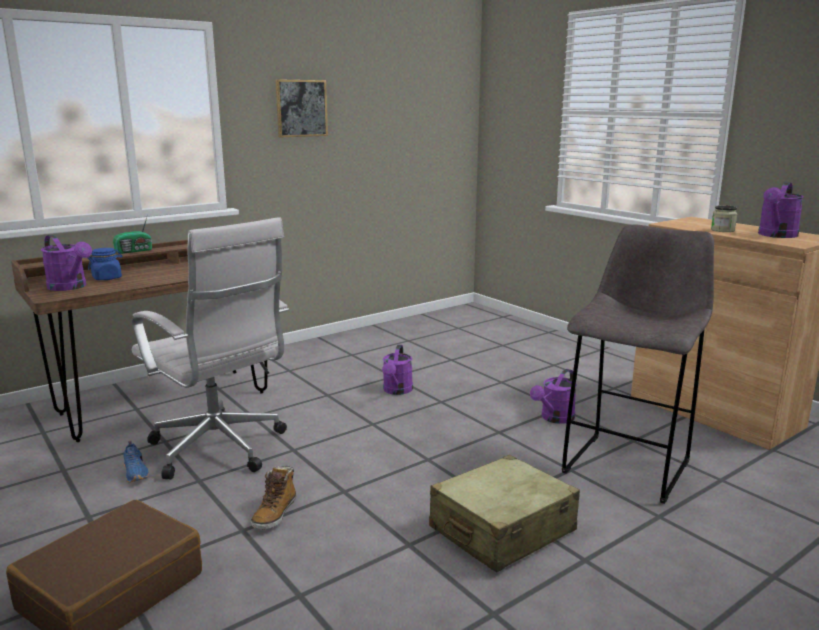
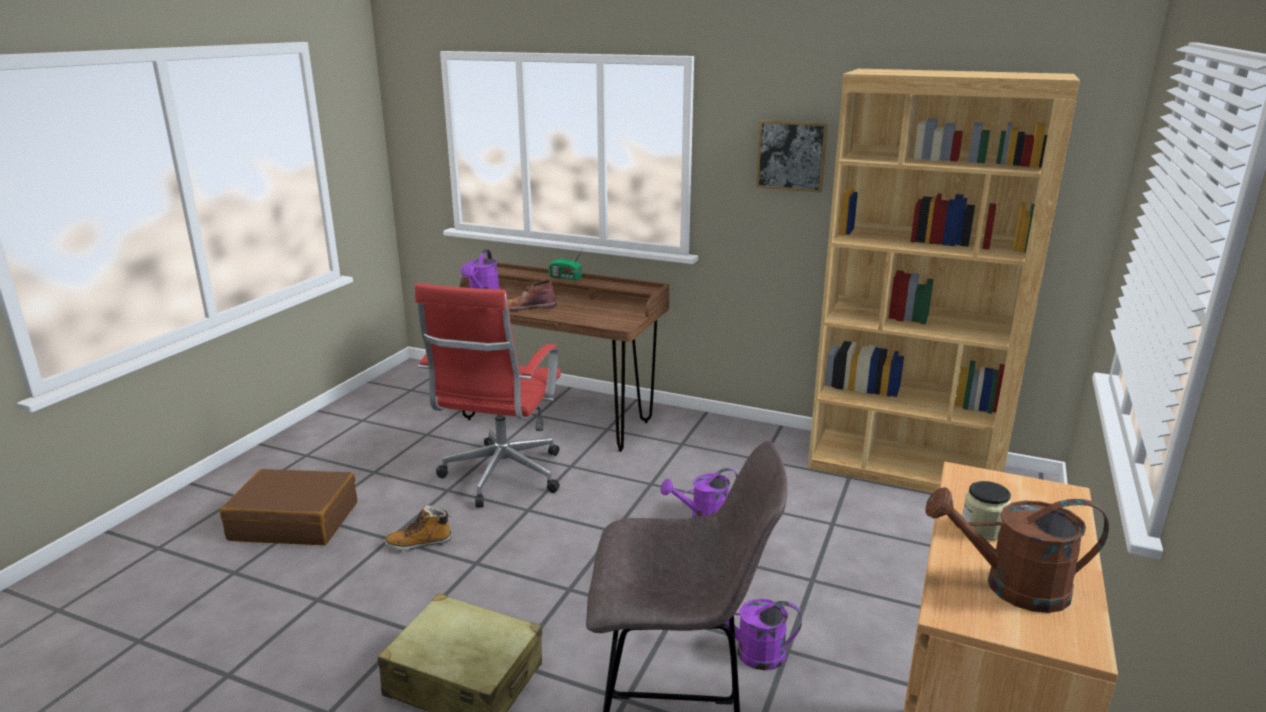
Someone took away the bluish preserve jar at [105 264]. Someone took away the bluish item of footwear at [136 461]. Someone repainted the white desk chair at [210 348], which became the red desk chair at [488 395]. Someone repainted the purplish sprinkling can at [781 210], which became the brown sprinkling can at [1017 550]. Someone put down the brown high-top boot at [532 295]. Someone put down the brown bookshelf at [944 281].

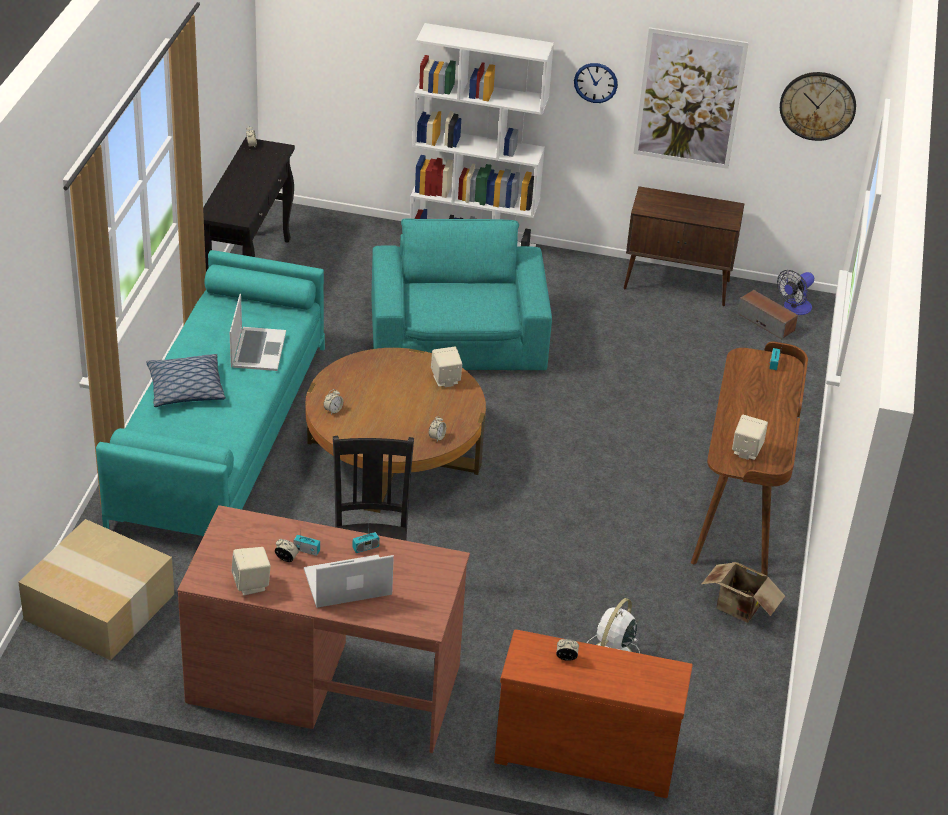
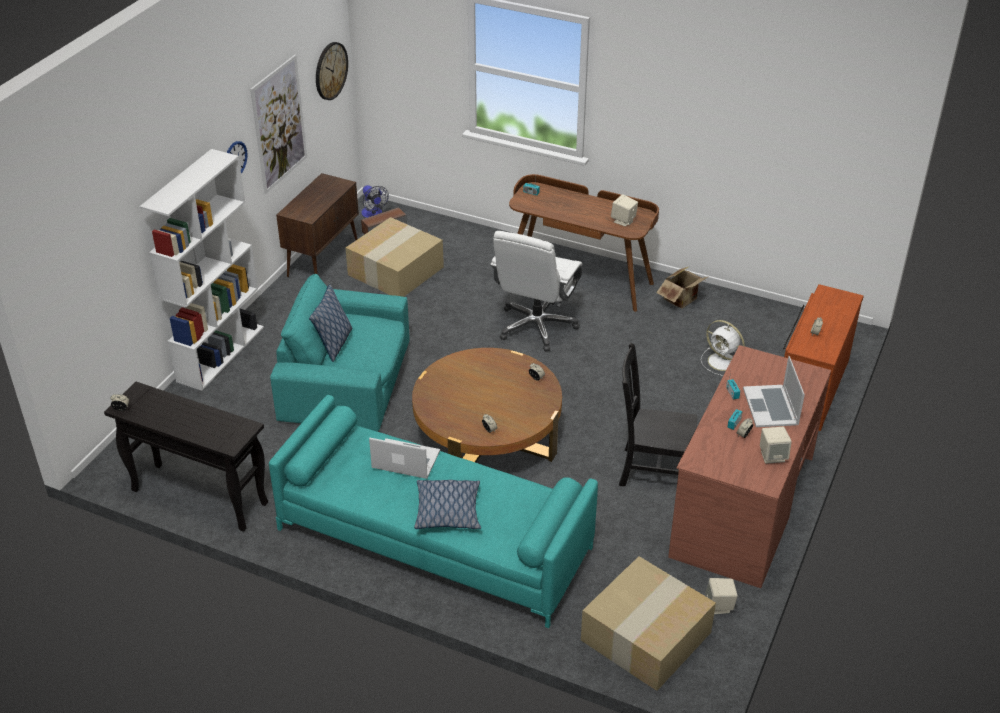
Someone carried the beige audio speaker from [446 367] to [721 596]. Someone put down the throw pillow at [330 323]. Someone put down the cardboard box at [394 257]. Someone put down the white desk chair at [536 291].

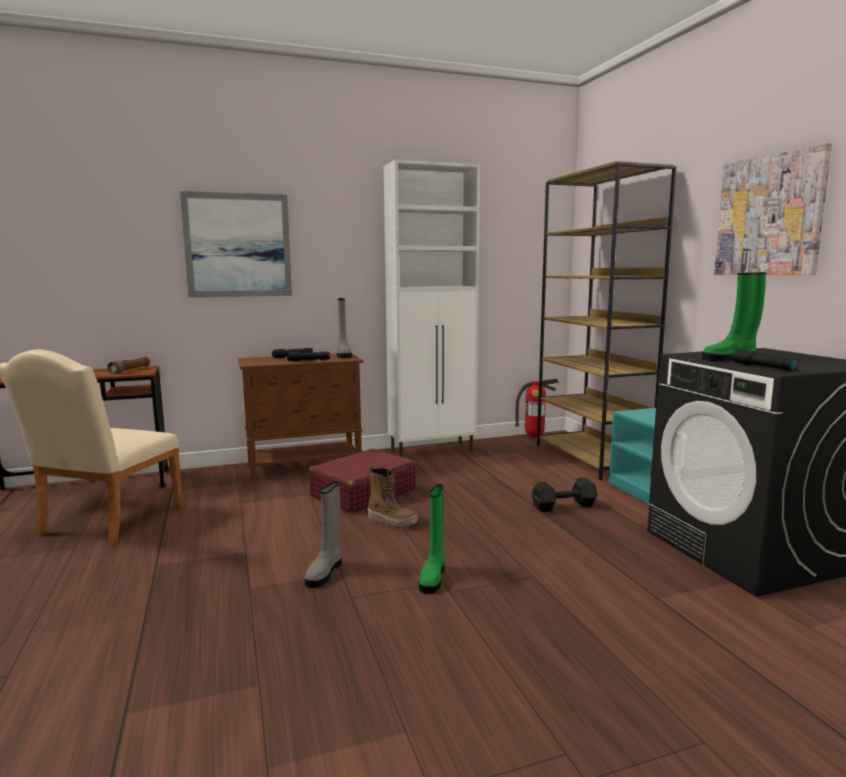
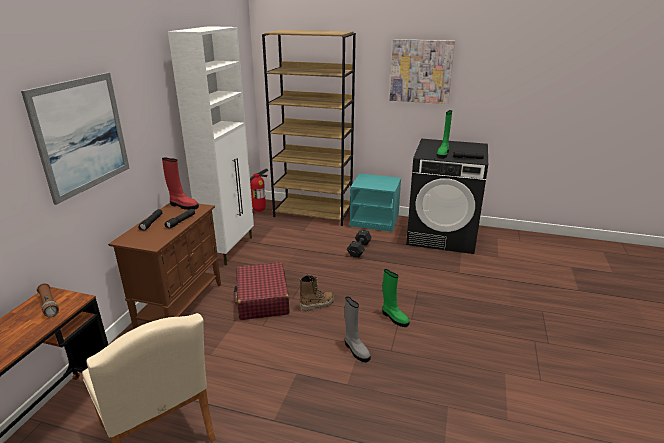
Someone repainted the grey high-top boot at [344 328], which became the red high-top boot at [180 183].

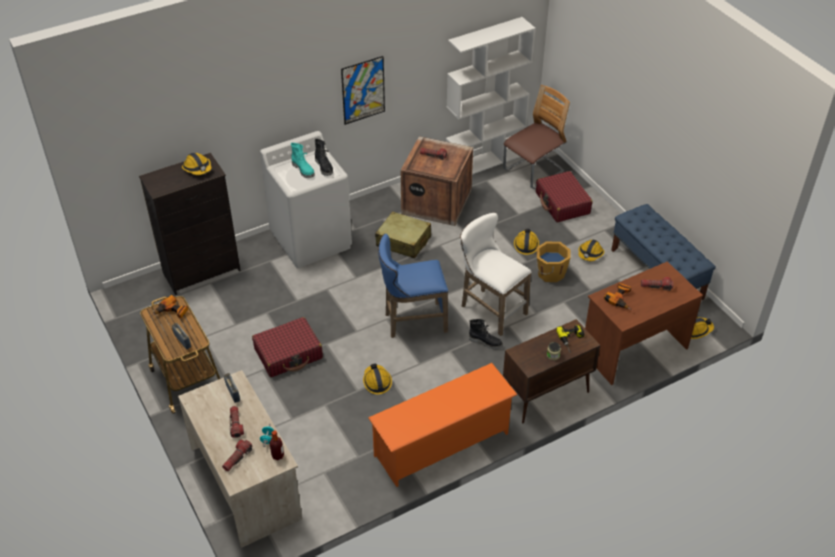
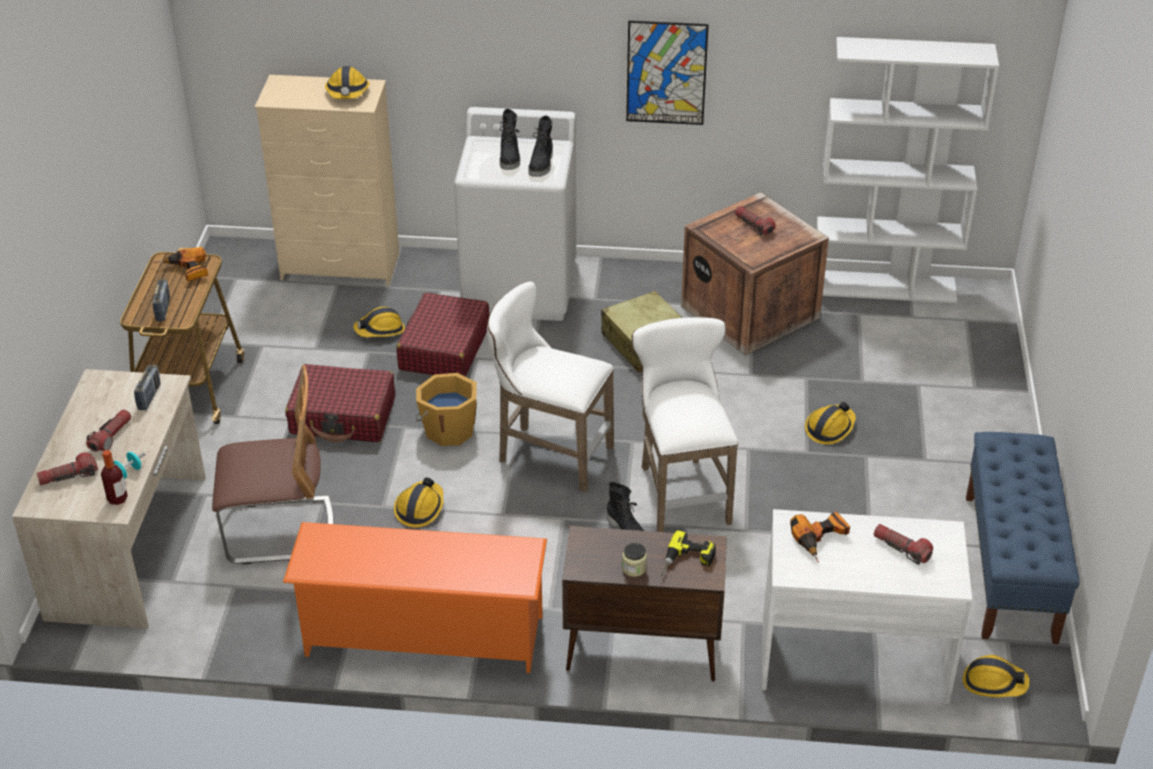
Someone repainted the black-coloured dresser at [190 224], which became the beige dresser at [327 180]. Someone repainted the blue-green high-top boot at [303 160], which became the black-coloured high-top boot at [510 139]. Someone repainted the bluish sitting stool at [413 286], which became the white sitting stool at [550 386]. Someone carried the upright chair from [536 137] to [273 465]. Someone carried the red suitcase from [564 196] to [442 334]. Someone carried the orange-coloured pail from [553 262] to [446 409]. Someone carried the hard hat from [591 250] to [379 322]. Someone repainted the brown desk unit at [644 323], which became the white desk unit at [867 606].

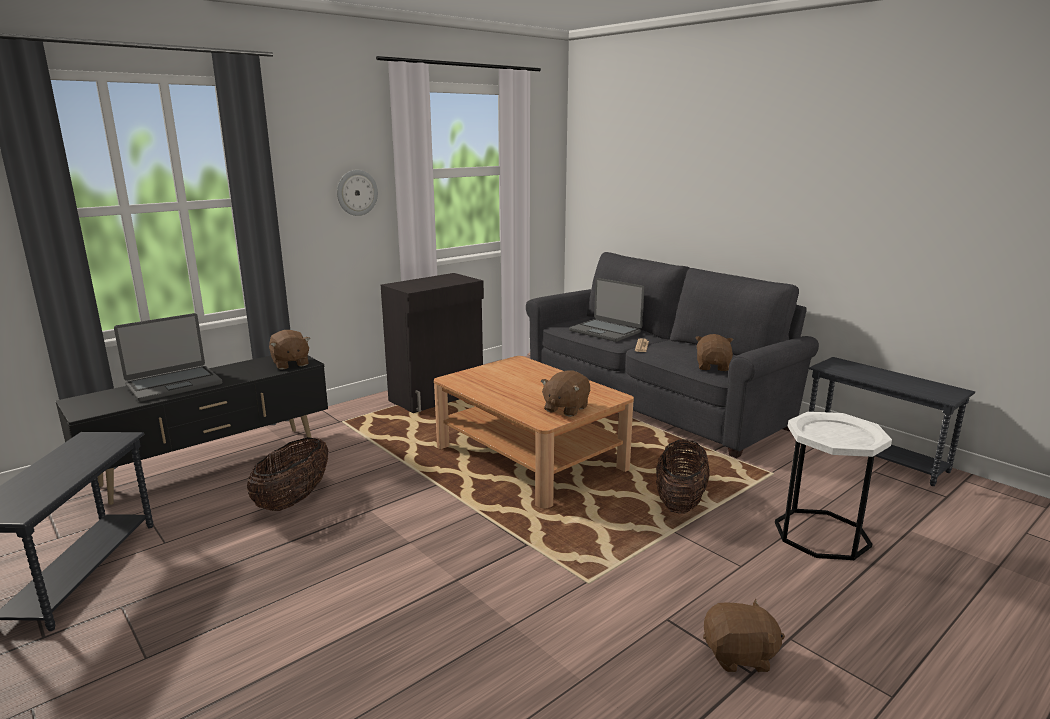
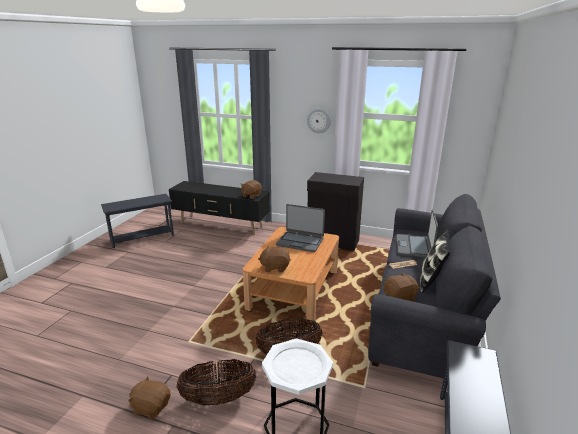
Someone carried the notebook computer from [168 357] to [300 228]. Someone carried the storage basket from [288 474] to [216 382]. Someone rotated the brown cuddly toy at [744 635] by 135 degrees clockwise. Someone put down the throw pillow at [435 261].

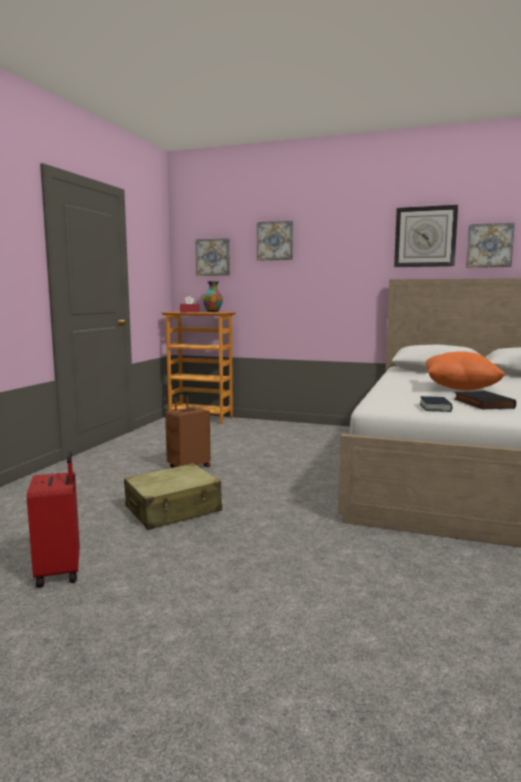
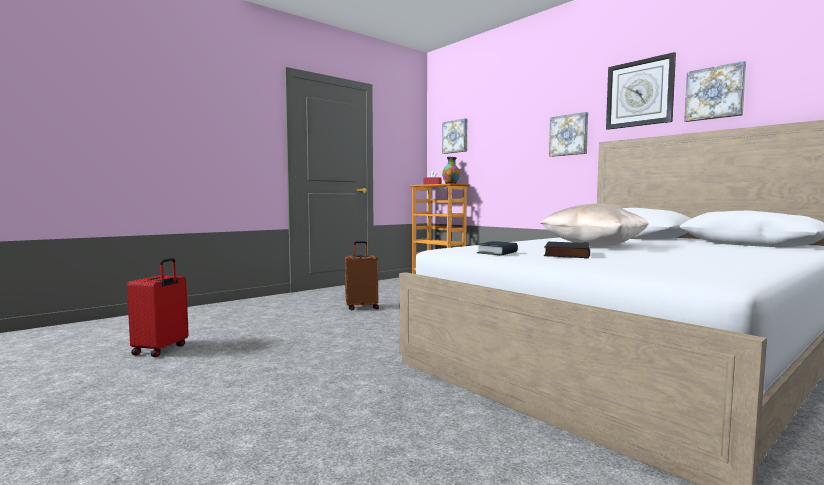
Someone took away the beige suitcase at [173 496]. Someone carried the picture from [275 240] to [568 134]. Someone repainted the orange-coloured throw pillow at [465 370], which became the beige throw pillow at [594 225].

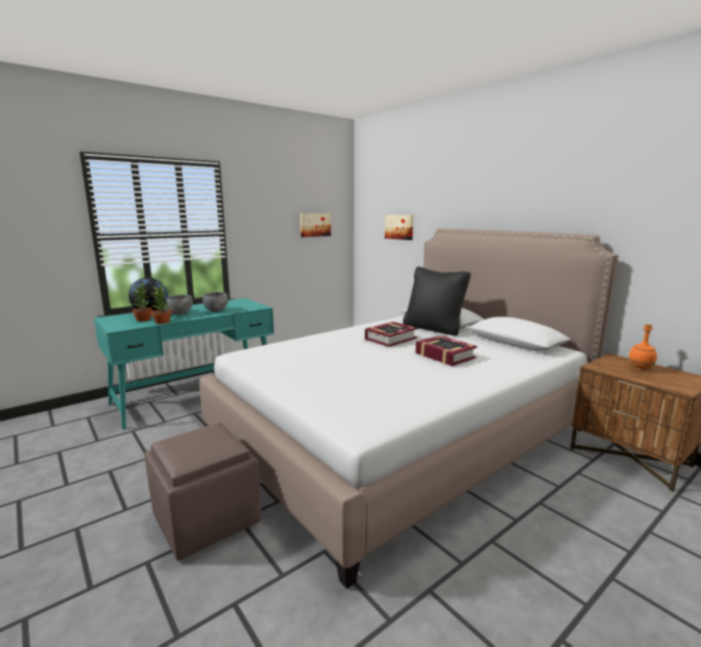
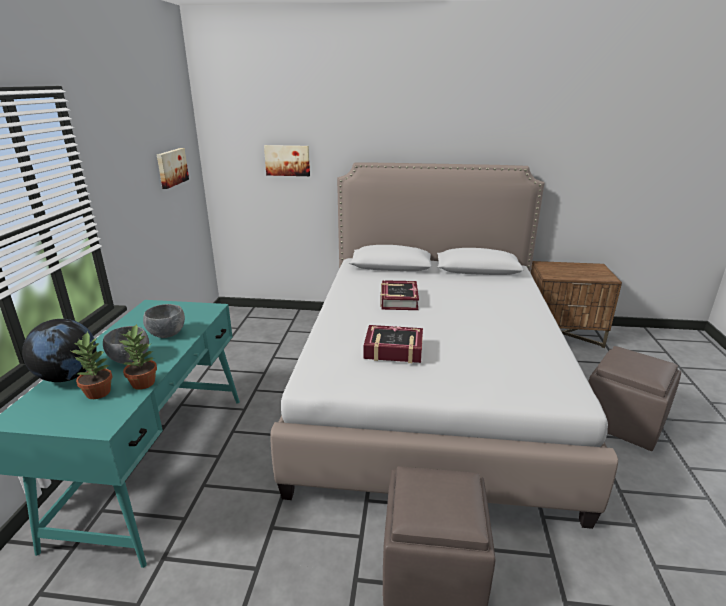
Someone took away the black-coloured throw pillow at [437 301]. Someone carried the volume from [446 350] to [393 344]. Someone took away the orange-coloured drink bottle at [642 347]. Someone put down the brown pouffe at [634 398].

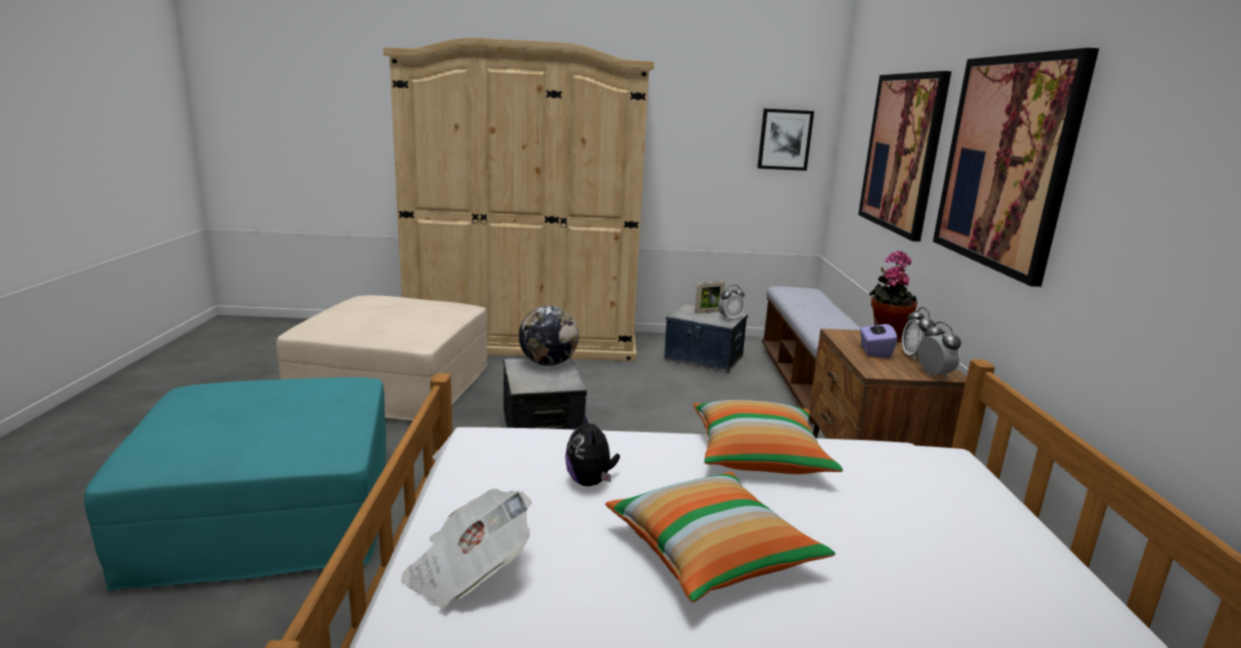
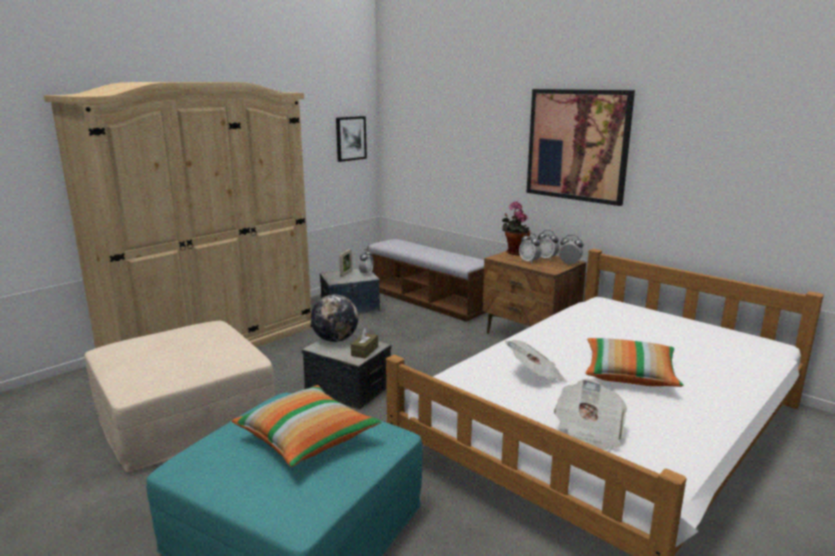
Someone swapped the cuddly toy at [592 449] for the printed paper at [536 361]. Someone carried the throw pillow from [768 437] to [307 426]. Someone took away the picture at [905 156]. Someone swapped the purplish tissue holder at [878 338] for the table clock at [530 248]. Someone put down the brown tissue holder at [364 343].

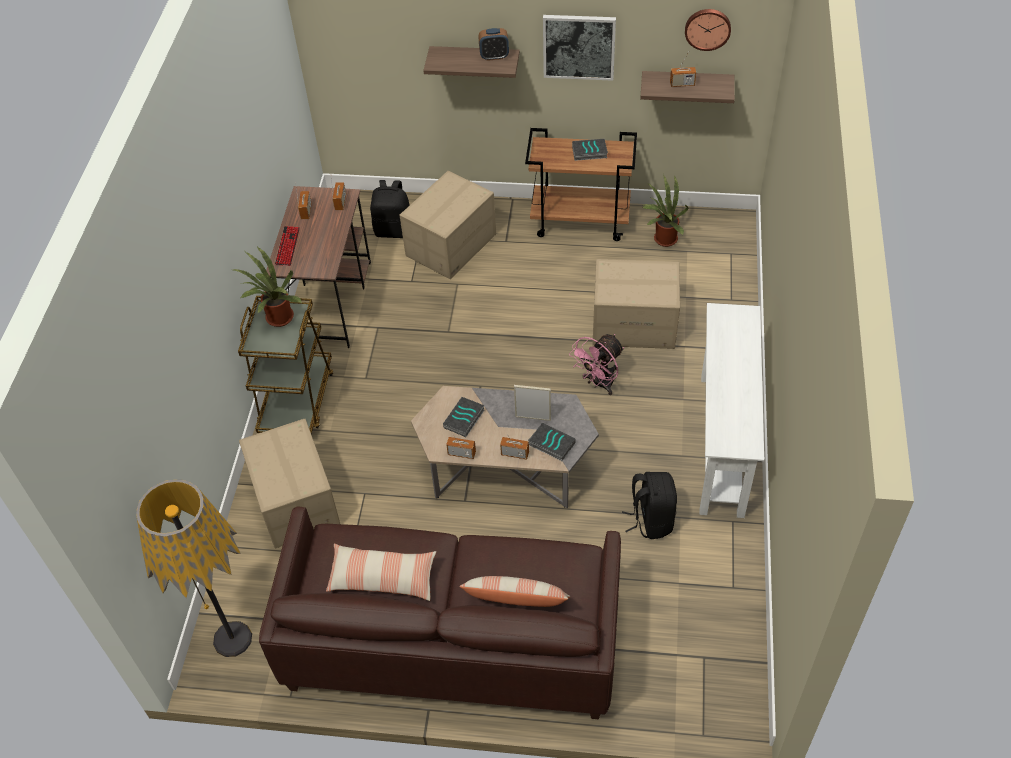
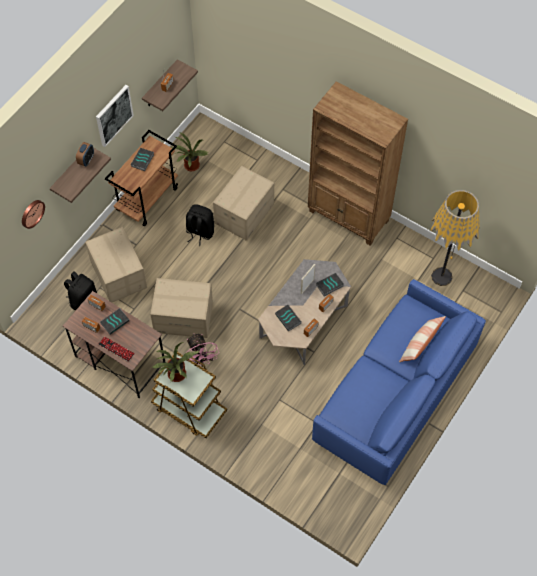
Someone carried the floor lamp from [194 568] to [455 238]. Someone carried the cardboard box from [289 484] to [181 308]. Someone repainted the brown couch at [440 613], which became the bluish couch at [399 382]. Someone took away the throw pillow at [381 572]. Someone carried the pink fan from [596 364] to [202 350]. Someone carried the black-coloured knapsack from [649 505] to [200 225]. Someone carried the hanging clock from [708 30] to [33 214]. Someone swapped the white hall table at [731 410] for the brown bookshelf at [358 163]. Someone put down the volume at [114 321].

